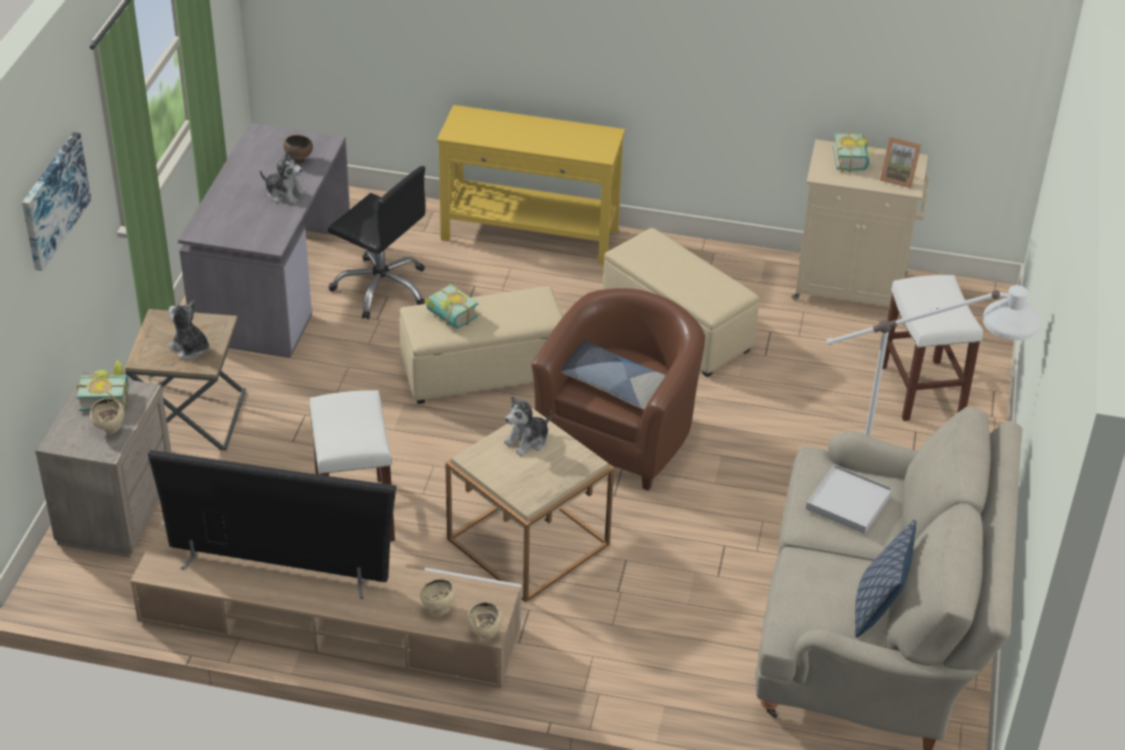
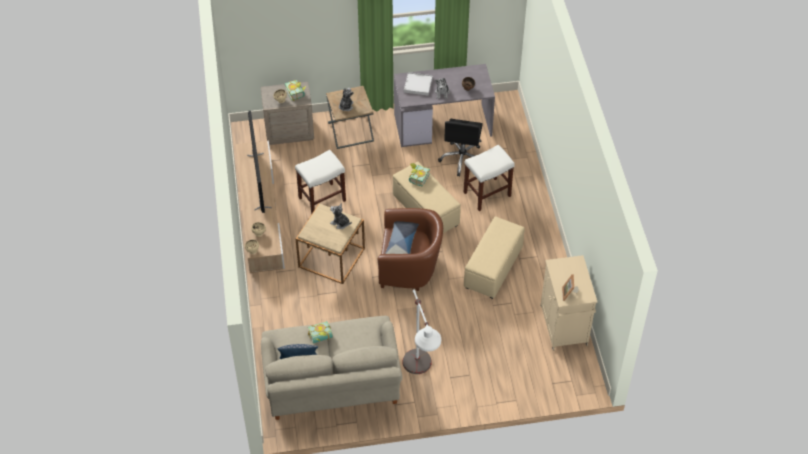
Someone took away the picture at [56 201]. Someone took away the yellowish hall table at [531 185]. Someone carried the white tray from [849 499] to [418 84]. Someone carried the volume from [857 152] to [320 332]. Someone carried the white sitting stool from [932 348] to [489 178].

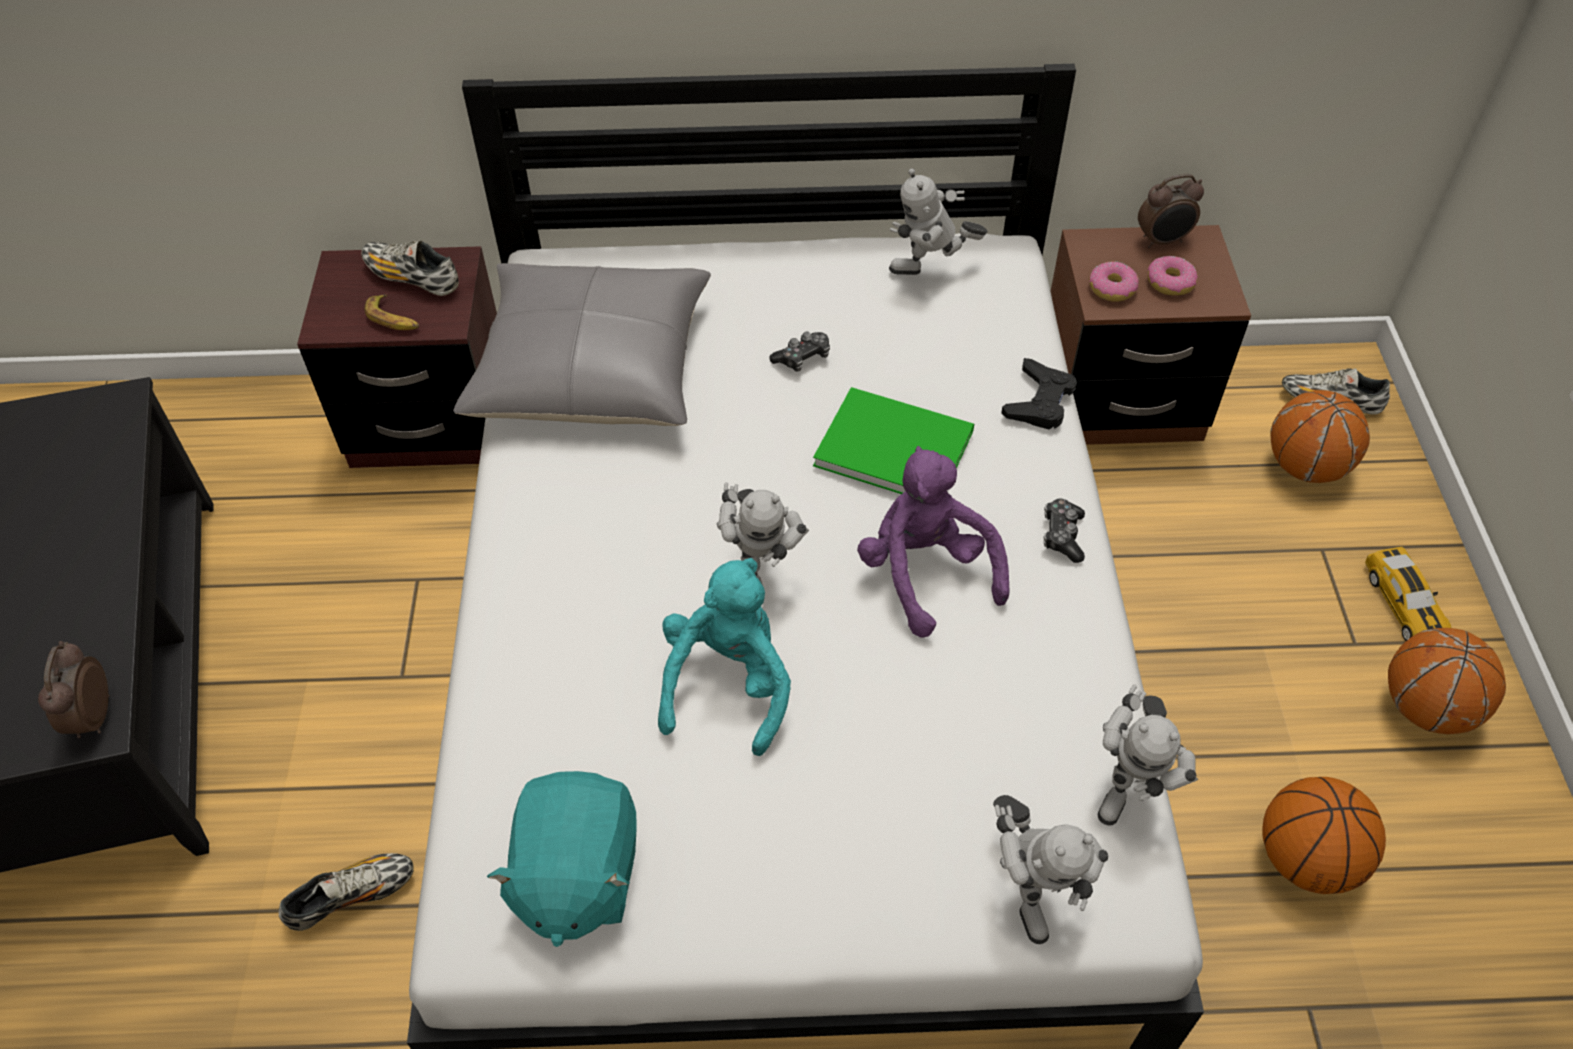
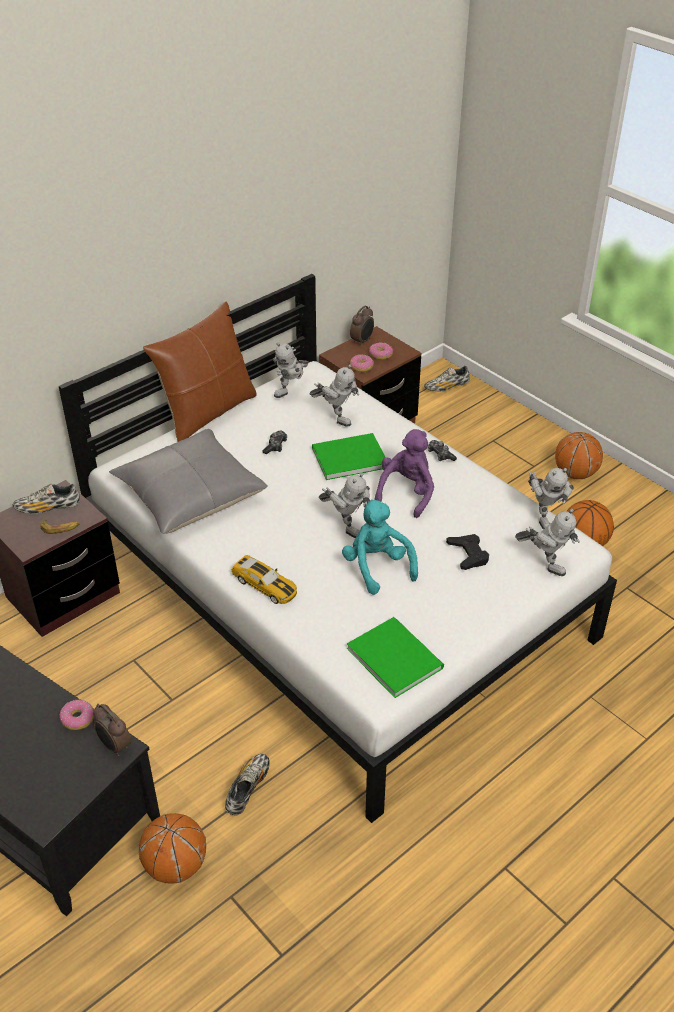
Someone swapped the blue-green cuddly toy at [561 859] for the green volume at [395 657]. Someone rotated the purplish cuddly toy at [933 542] by 90 degrees clockwise. Someone carried the black-coloured game controller from [1039 393] to [467 552]. Someone carried the basketball ball from [1320 436] to [172 848]. Someone carried the toy car from [1408 594] to [264 579]. Someone put down the donut at [76 714]. Someone put down the brown throw pillow at [200 371]. Someone put down the toy robot at [334 395].

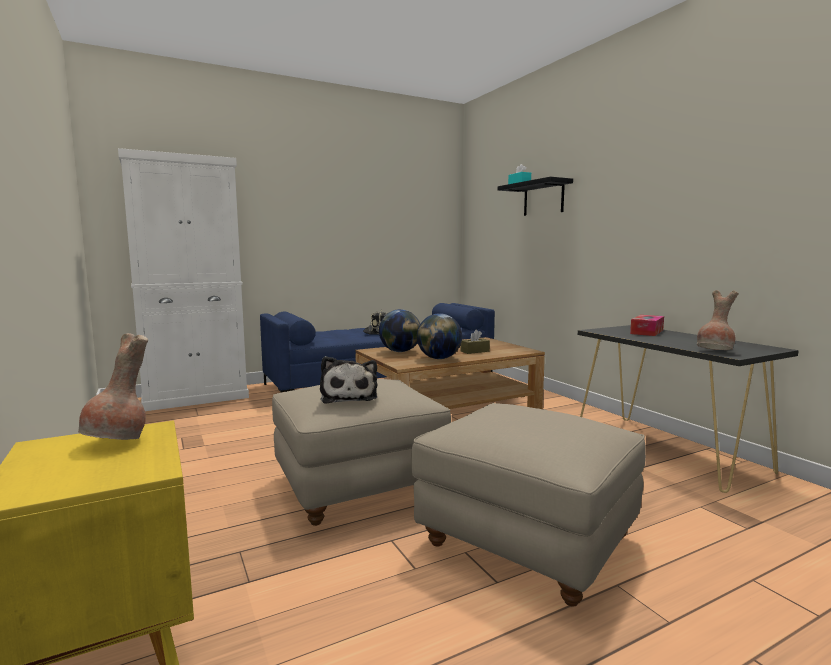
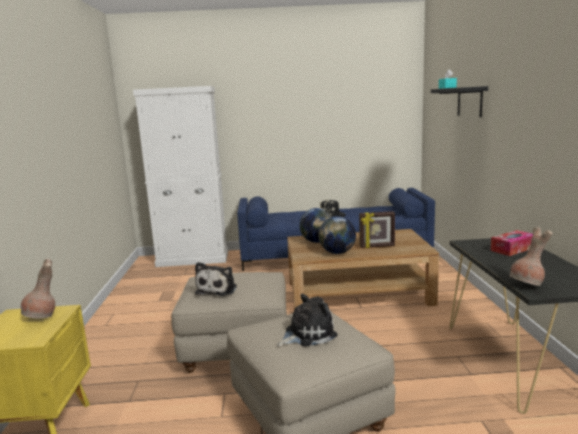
Someone swapped the brown tissue holder at [475 342] for the photo frame at [377 229]. Someone put down the cuddly toy at [307 320].

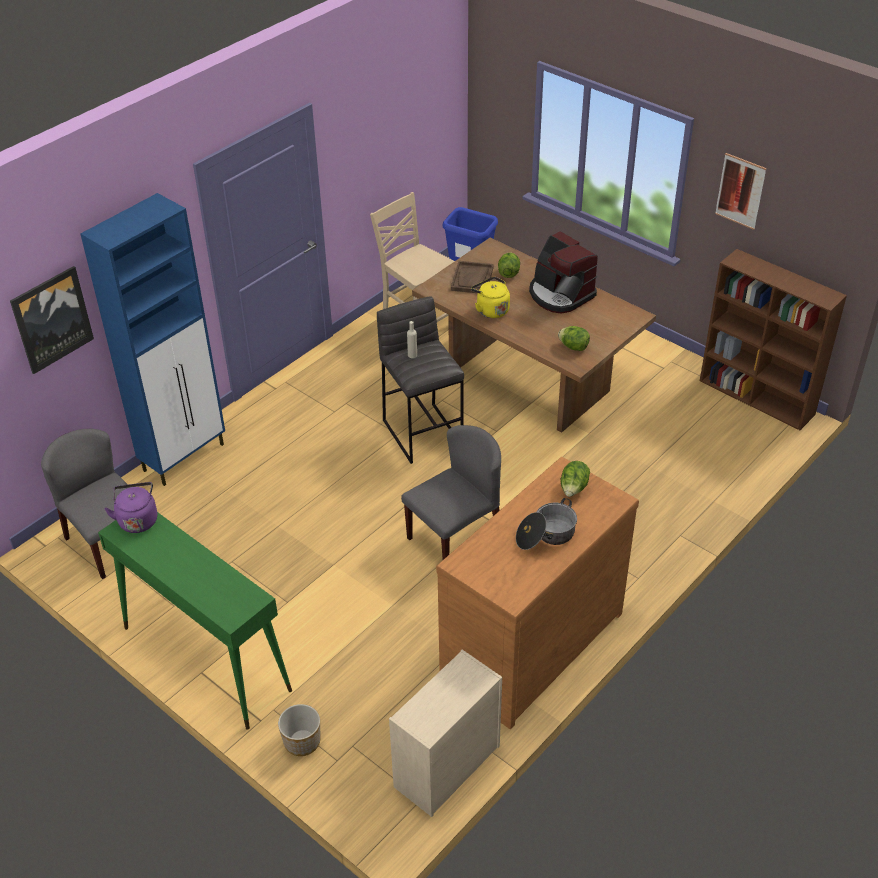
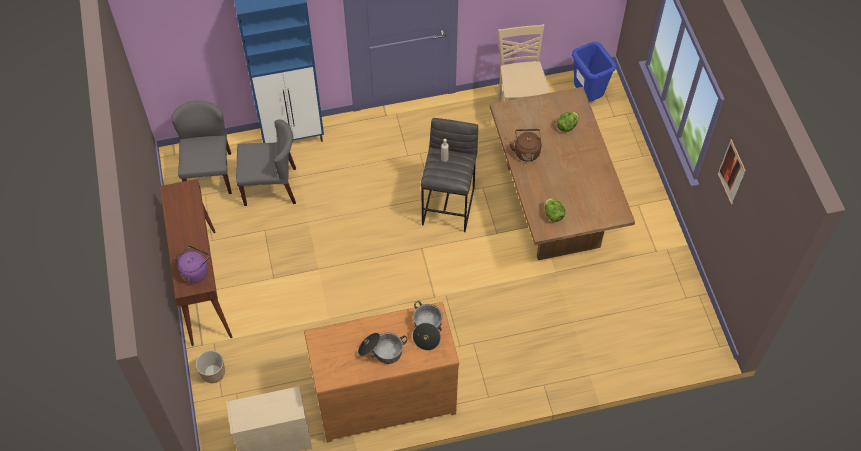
Someone took away the picture at [52 320]. Someone repainted the green hall table at [195 621], which became the brown hall table at [196 262]. Someone carried the purplish water kettle from [130 507] to [192 264]. Someone carried the grey upright chair from [451 492] to [266 163]. Someone took away the brown tray at [472 277]. Someone repainted the yellowish water kettle at [490 297], which became the brown water kettle at [525 145]. Someone took away the coffee machine at [563 272]. Someone swapped the head of lettuce at [575 479] for the cooking pot at [428 325]. Someone took away the brown bookshelf at [773 339].

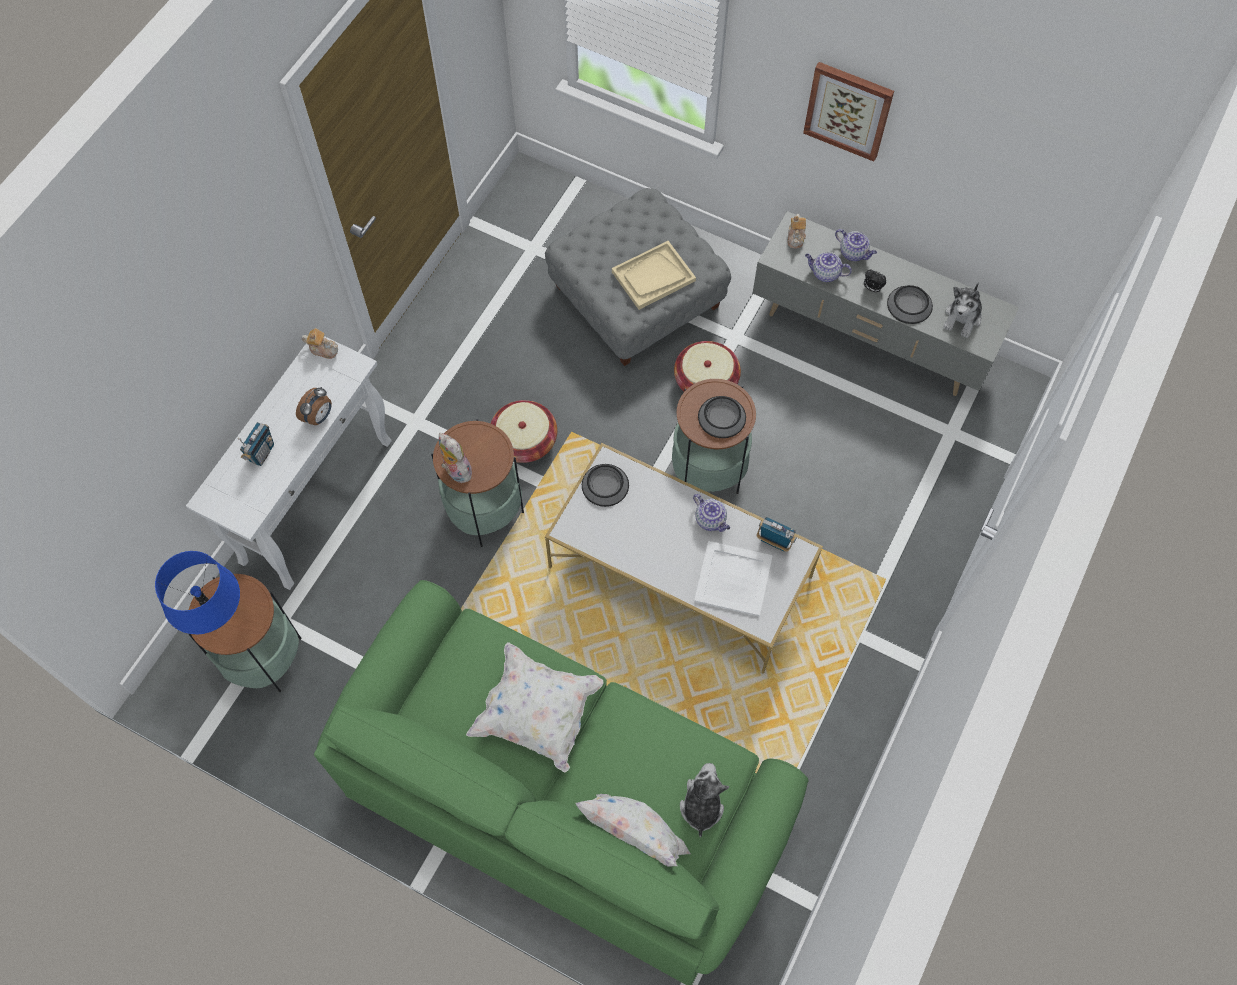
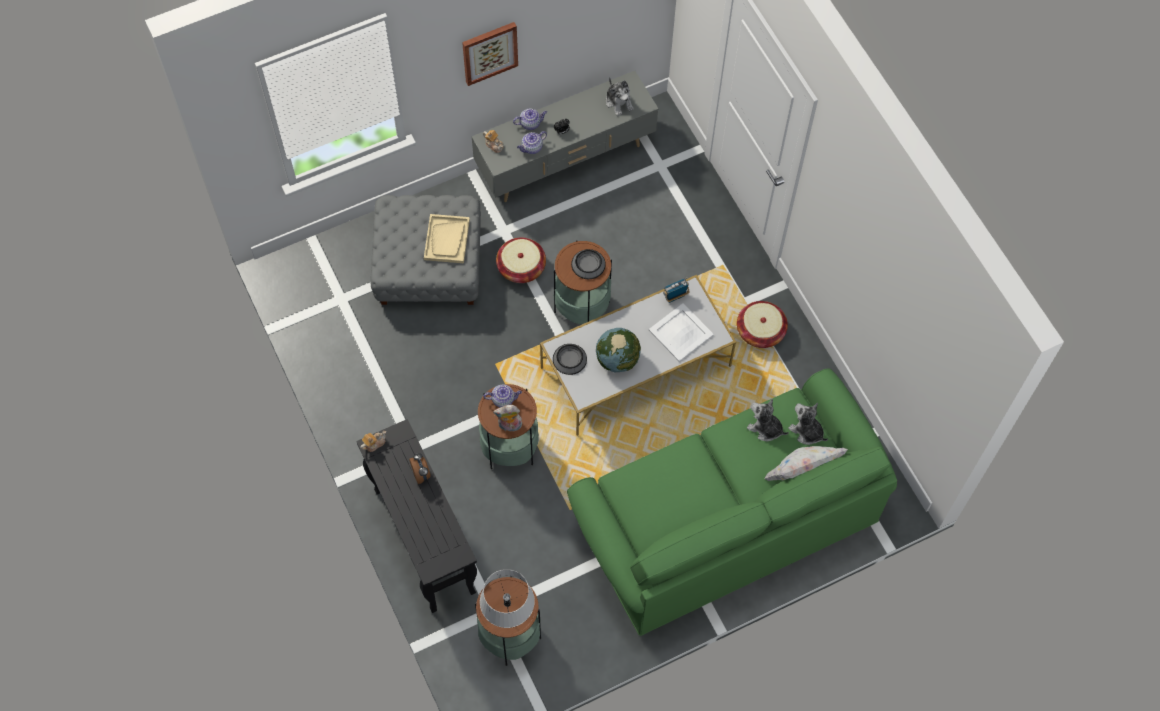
Someone repainted the bluish tabletop lamp at [197 593], which became the grey tabletop lamp at [507 598]. Someone repainted the white hall table at [289 463], which became the black-coloured hall table at [416 516]. Someone took away the radio set at [256 444]. Someone took away the white throw pillow at [535 707]. Someone carried the storage basket from [523 431] to [762 324]. Someone carried the teapot from [711 513] to [503 395]. Someone took away the serving bowl at [910 304]. Someone put down the globe at [618 350]. Someone put down the cuddly toy at [768 419].

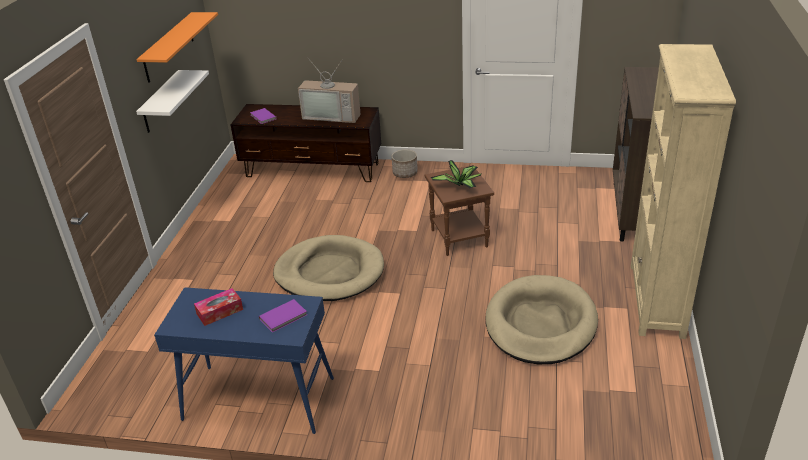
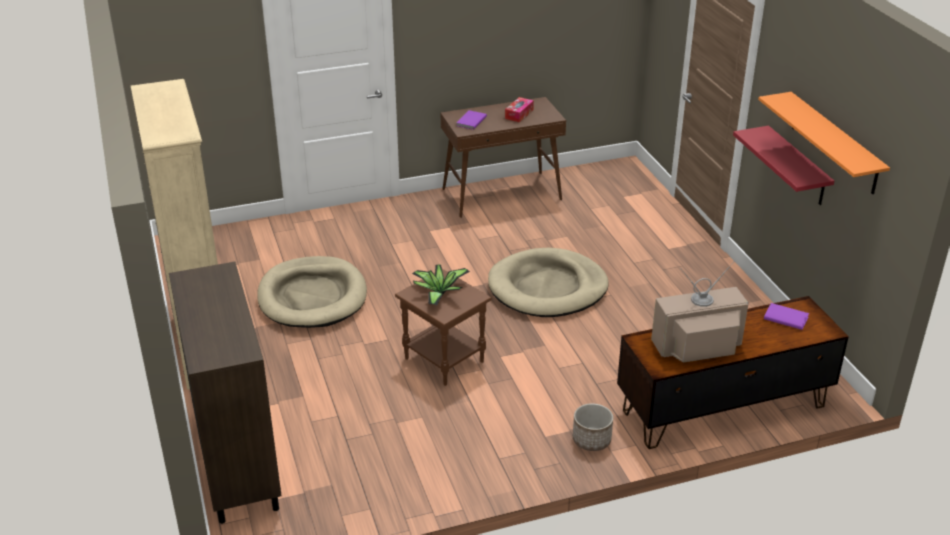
Someone repainted the white shelf at [172 101], which became the red shelf at [783 165]. Someone repainted the bluish hall table at [244 360], which became the brown hall table at [503 157].

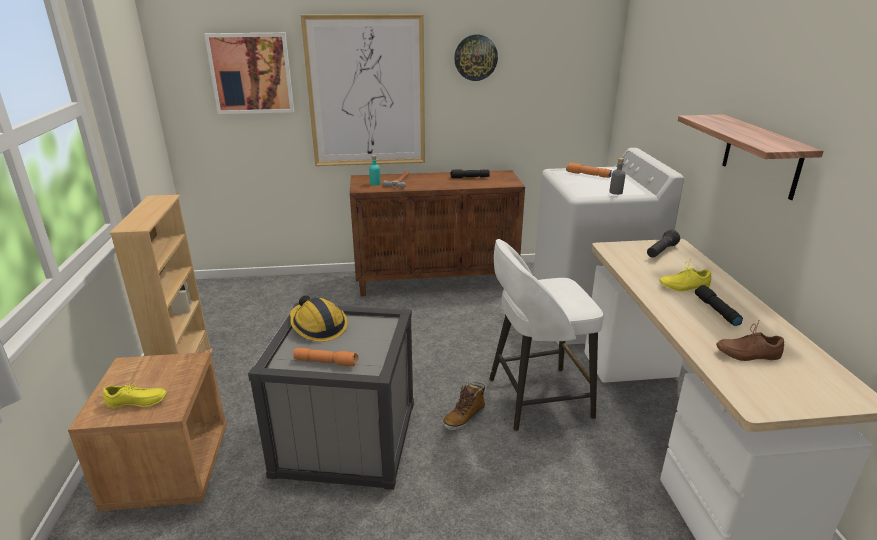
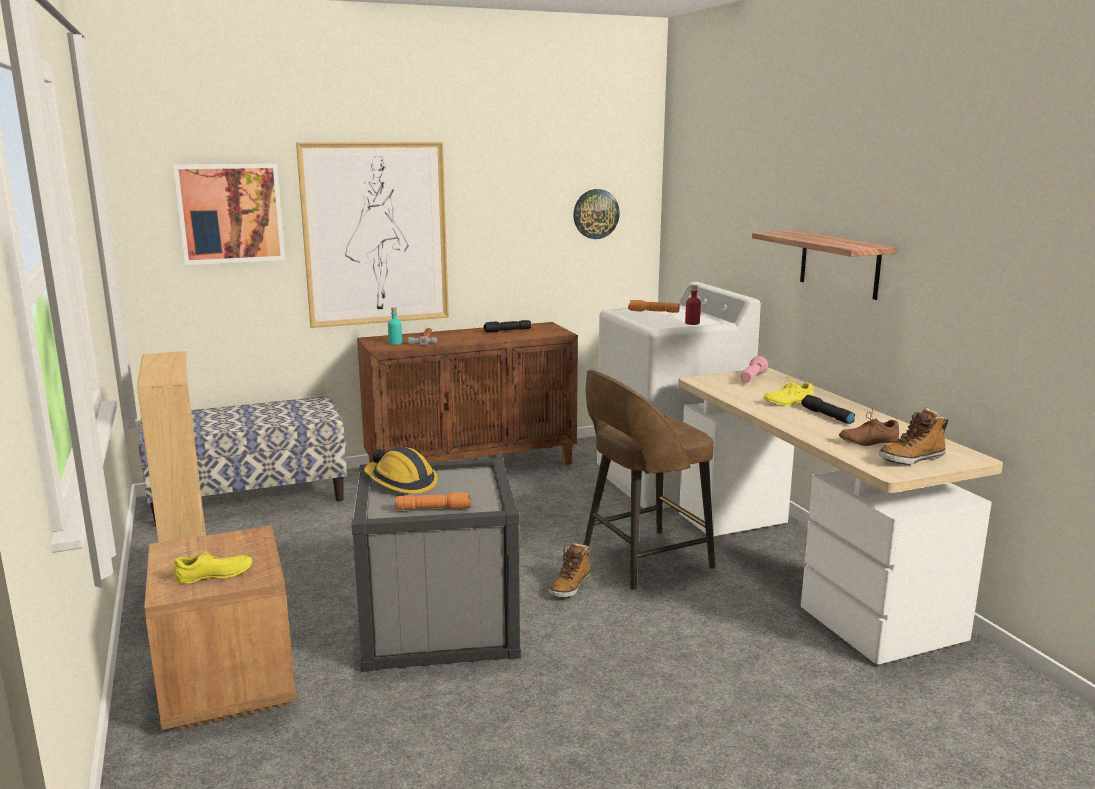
Someone carried the hanging clock from [476 58] to [597 214]. Someone repainted the white sitting stool at [546 335], which became the brown sitting stool at [649 480]. Someone repainted the grey drink bottle at [617 176], which became the red drink bottle at [693 305]. Someone repainted the black-coloured hand torch at [663 244], which became the pink hand torch at [754 369]. Someone put down the indoor bench at [242 461]. Someone put down the high-top boot at [913 436].

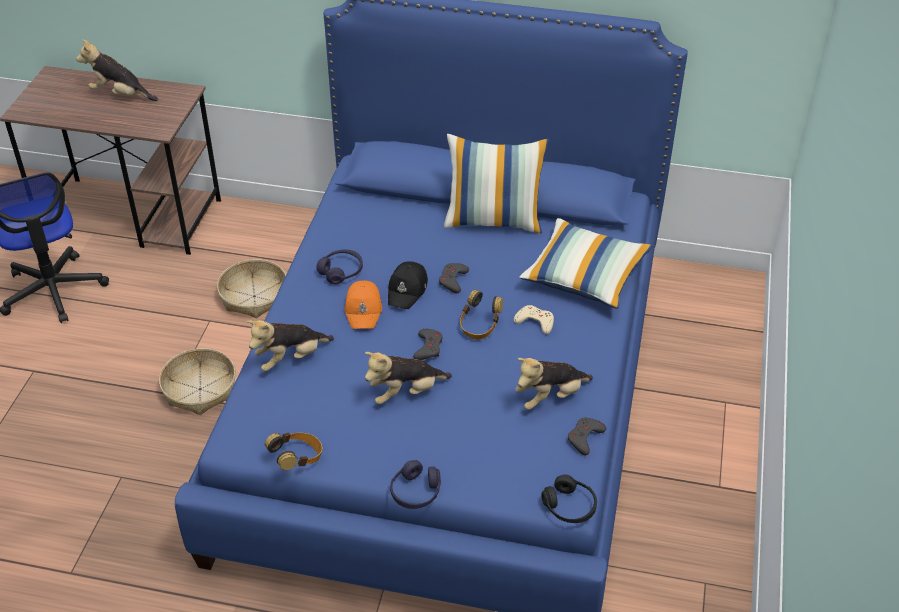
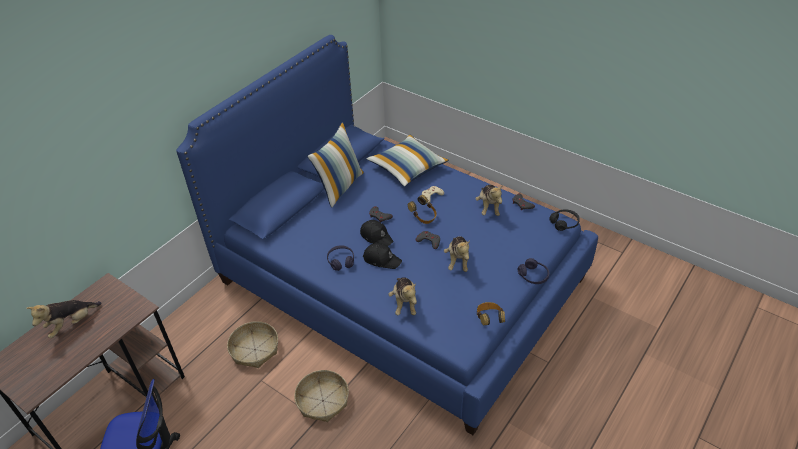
Someone repainted the orange-coloured peaked cap at [363 305], which became the black-coloured peaked cap at [382 256].

